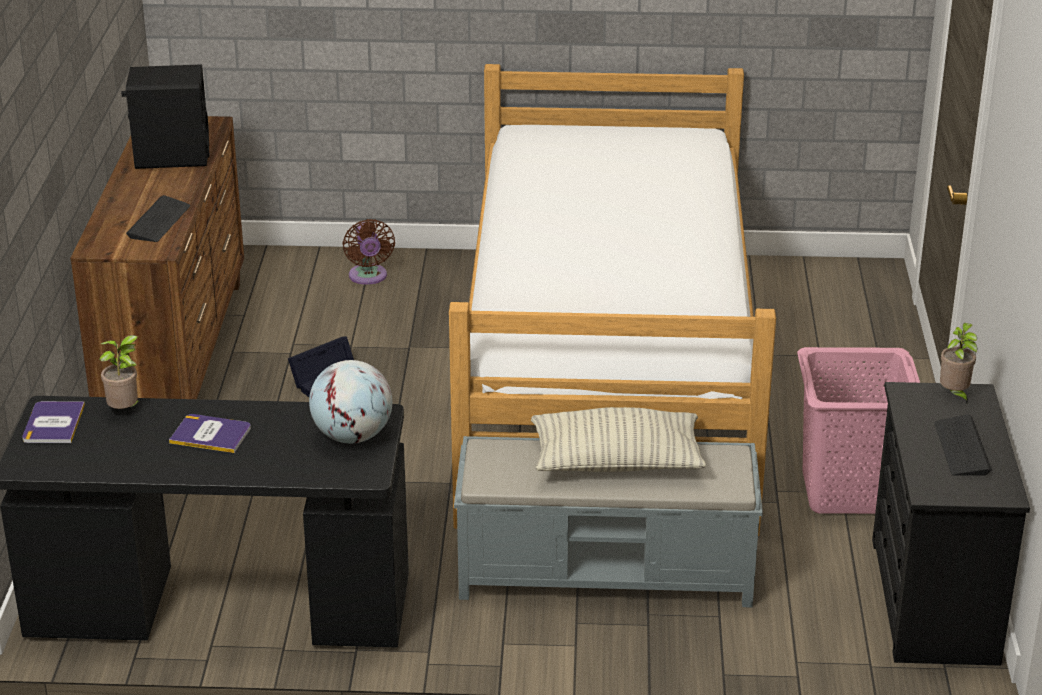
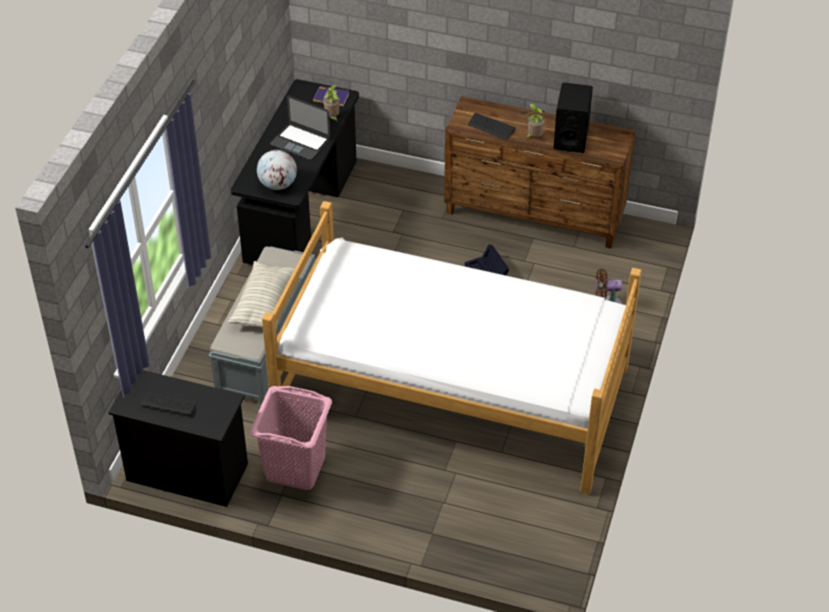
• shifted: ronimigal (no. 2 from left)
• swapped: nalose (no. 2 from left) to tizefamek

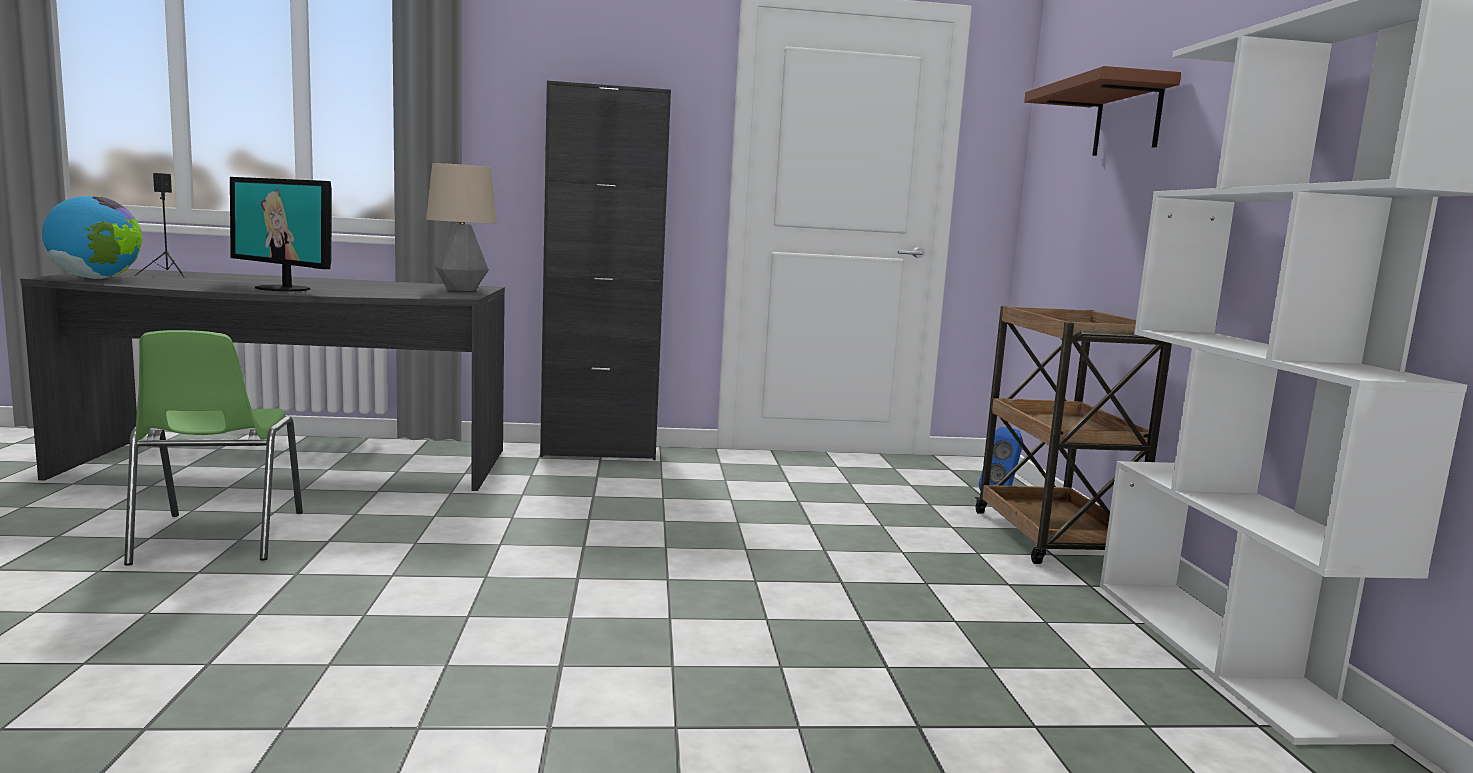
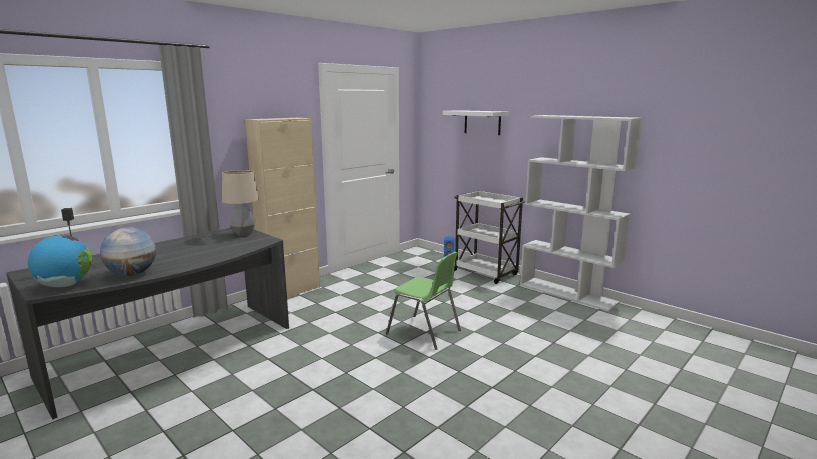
• repainted: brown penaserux to white penaserux
• repainted: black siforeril to beige siforeril
• gone: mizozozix
• repainted: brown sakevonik to white sakevonik
• shifted: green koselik
• new: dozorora (no. 2 from left)

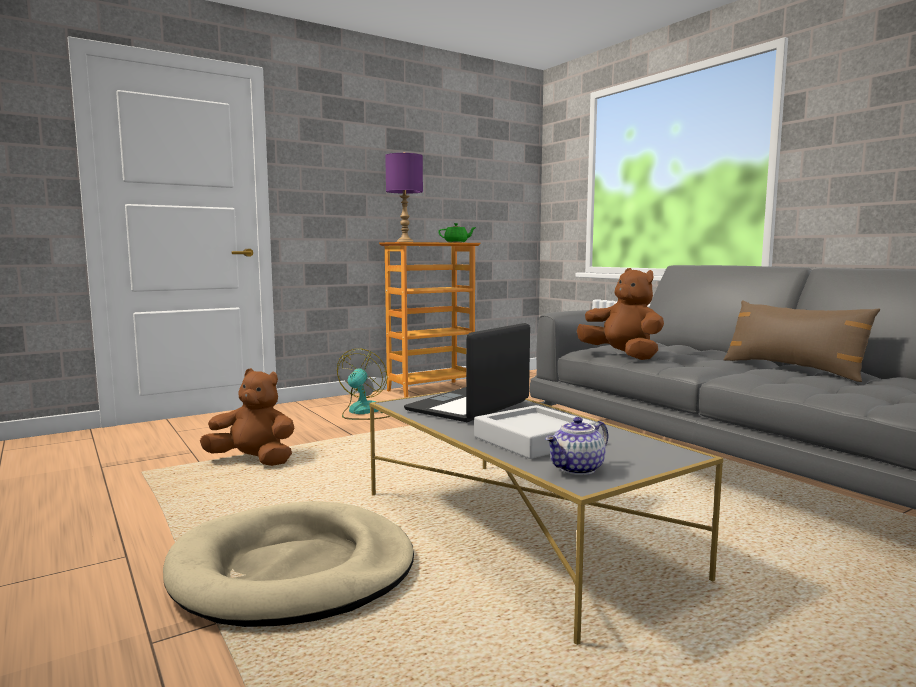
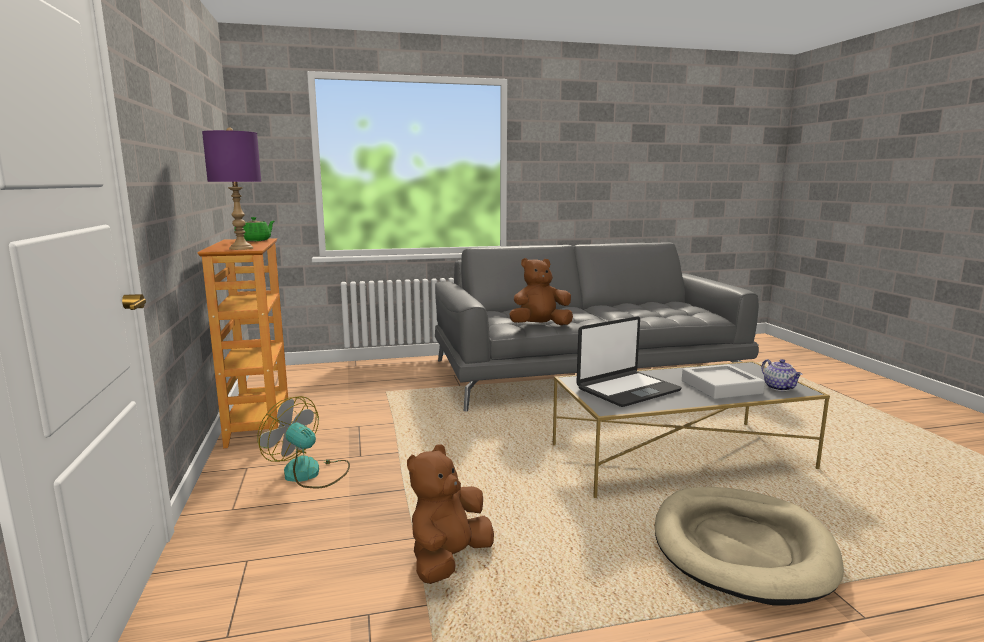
• gone: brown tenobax
• rotated: tizefamek 90 degrees counterclockwise

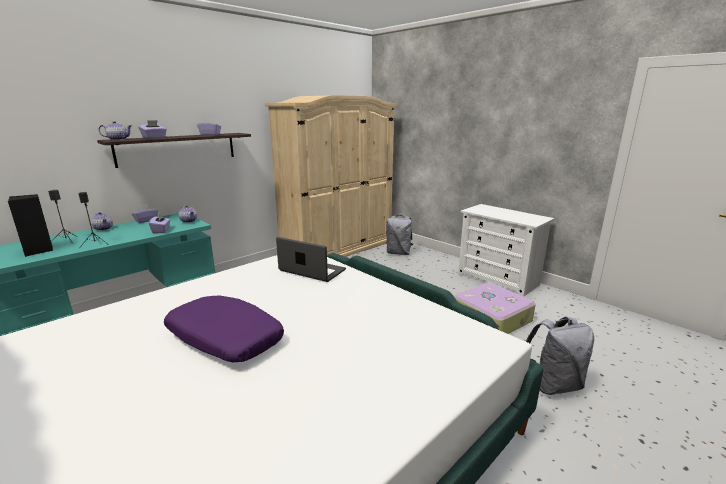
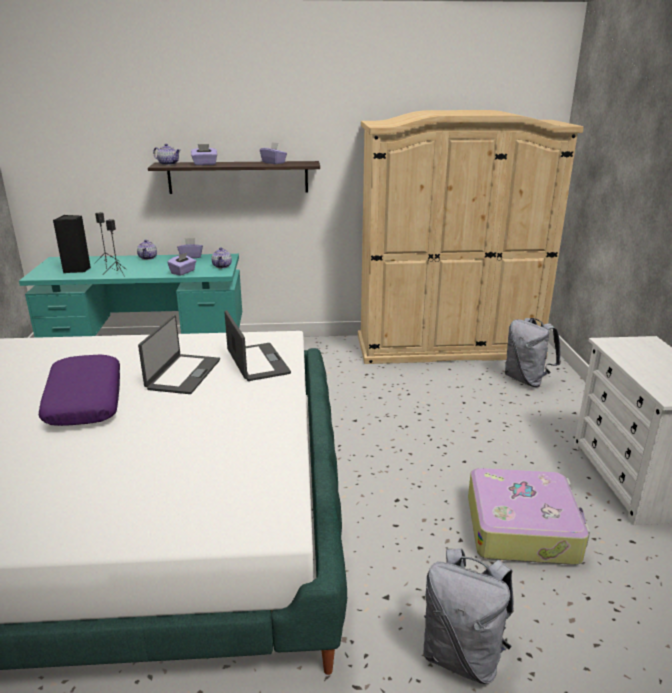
• new: tizefamek (no. 1 from left)

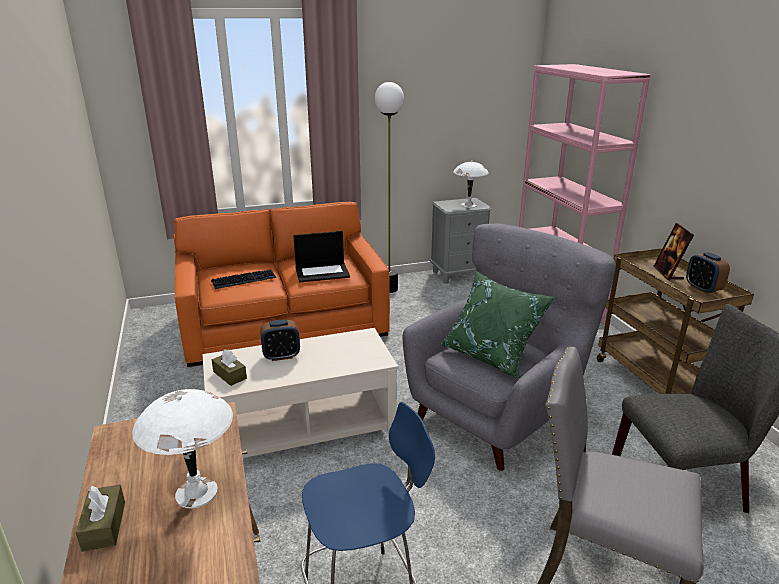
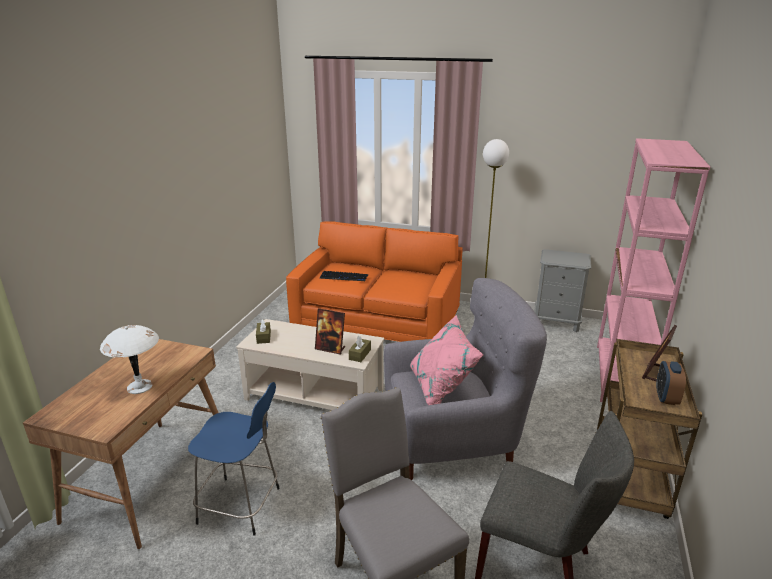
• gone: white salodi (no. 2 from left)
• gone: tizefamek
• repainted: green tenobax to pink tenobax
• gone: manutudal (no. 1 from left)
• shifted: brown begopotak (no. 1 from left in the first image) to brown begopotak (no. 2 from left)
• new: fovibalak (no. 1 from left)

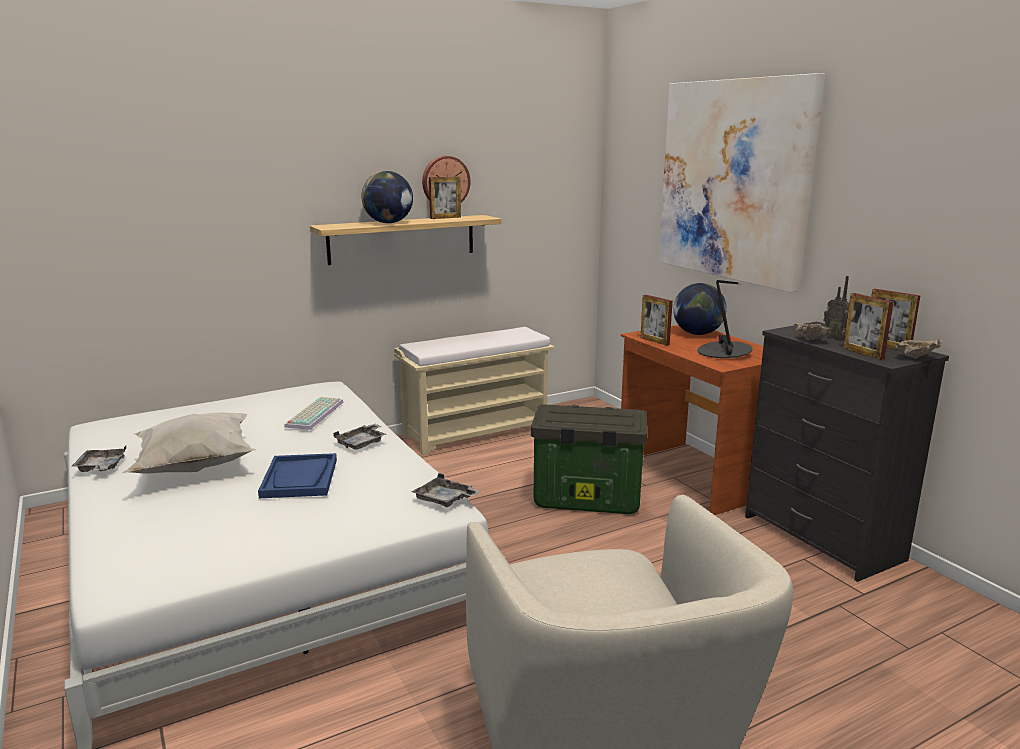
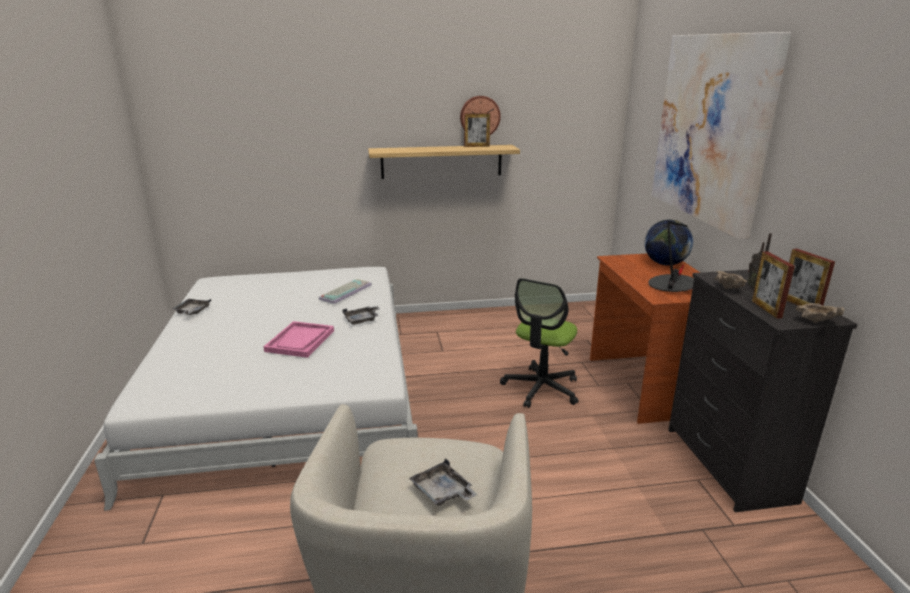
• gone: dozorora (no. 1 from left)
• gone: fovibalak (no. 2 from left)
• gone: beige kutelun
• swapped: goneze to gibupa
• gone: white tenobax
• repainted: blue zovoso to pink zovoso
• shifted: grey zovoso (no. 3 from left)

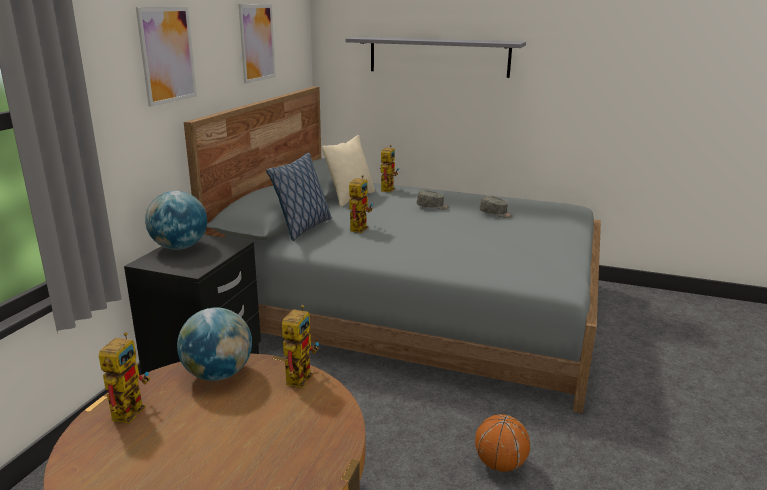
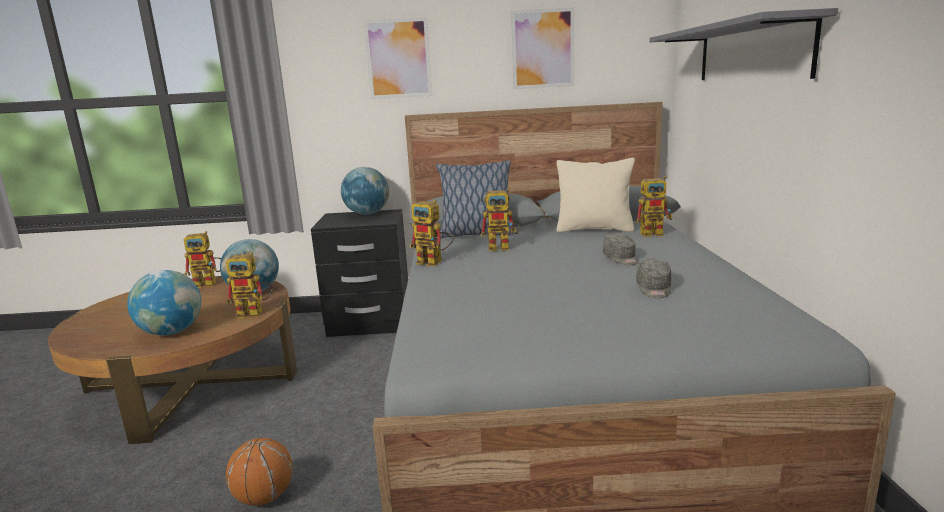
• new: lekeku (no. 3 from left)
• new: dozorora (no. 1 from left)

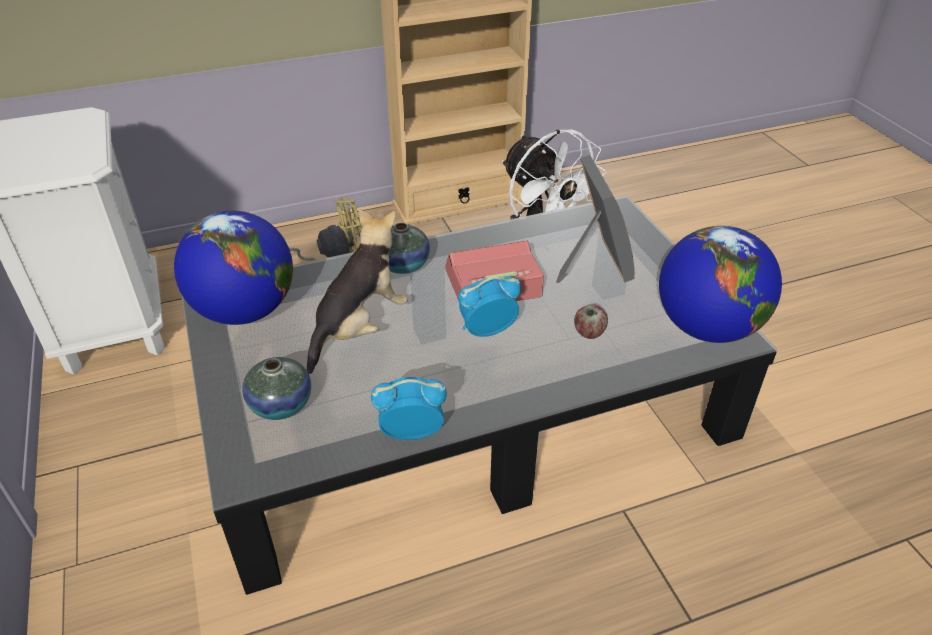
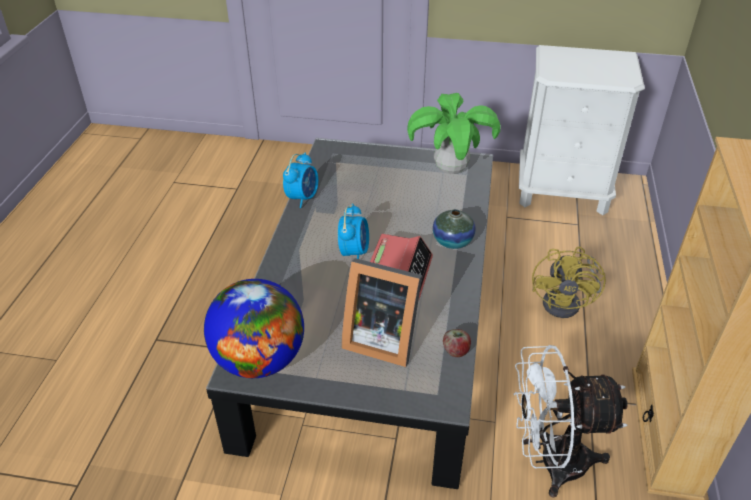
• gone: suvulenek
• swapped: dozorora (no. 1 from left) to ronimigal
• shifted: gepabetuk
• gone: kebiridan (no. 1 from left)

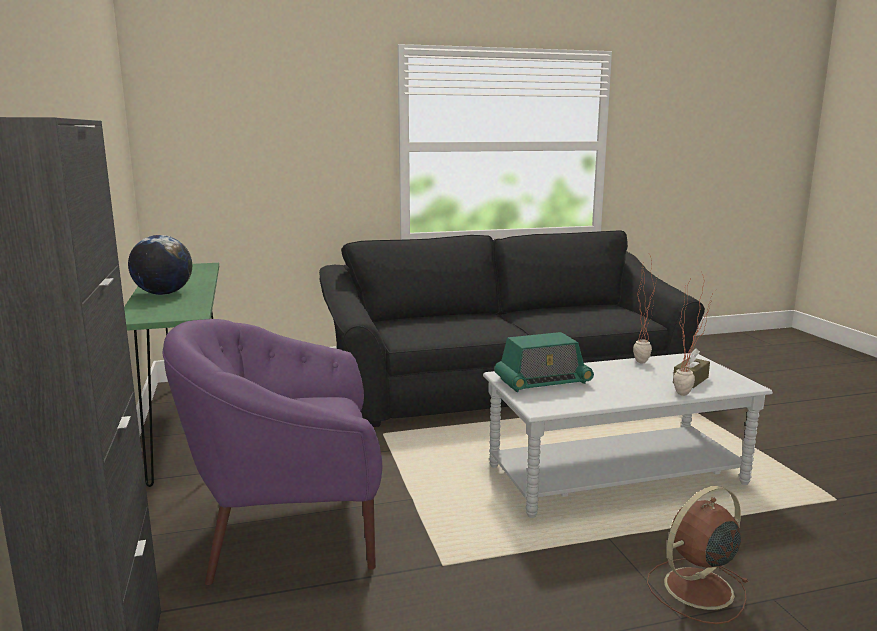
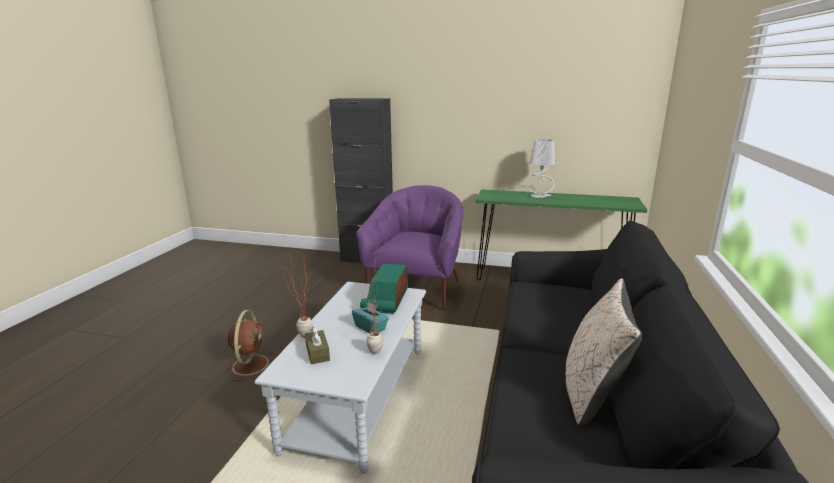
• swapped: dozorora to grey salodi
• new: beige tenobax
• new: turquoise begopotak

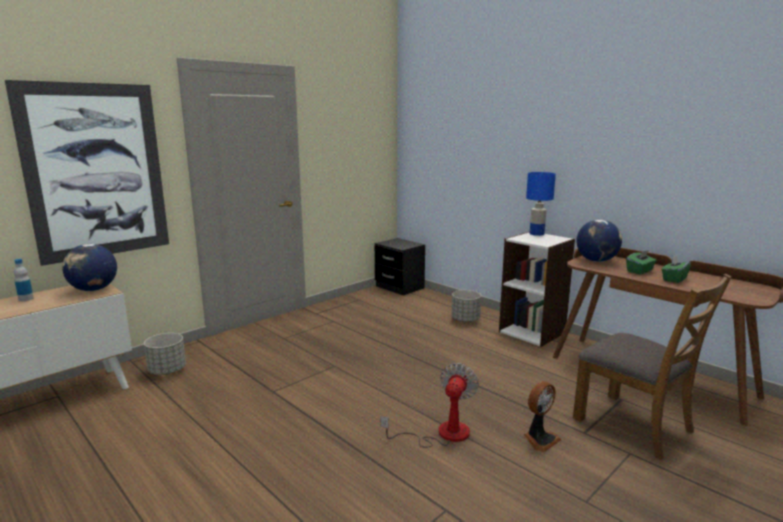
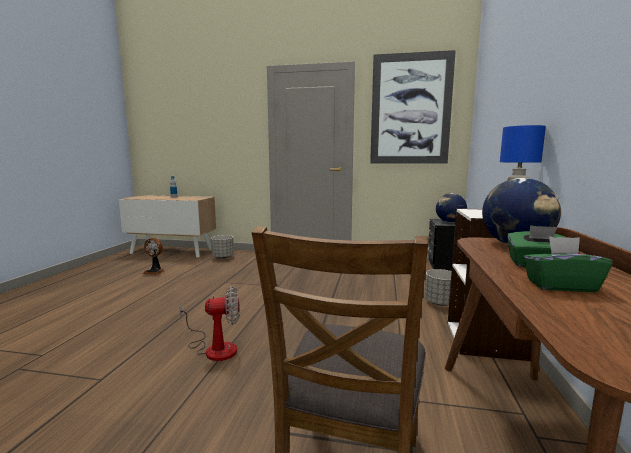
• shifted: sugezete
• shifted: dozorora (no. 1 from left)
• shifted: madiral (no. 2 from left in the first image) to madiral (no. 1 from left)

